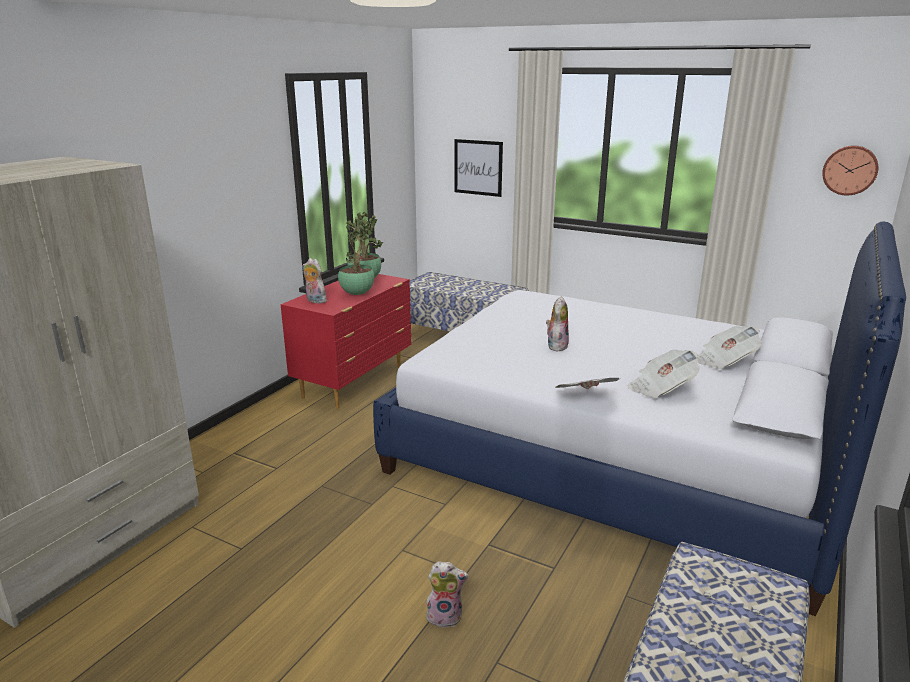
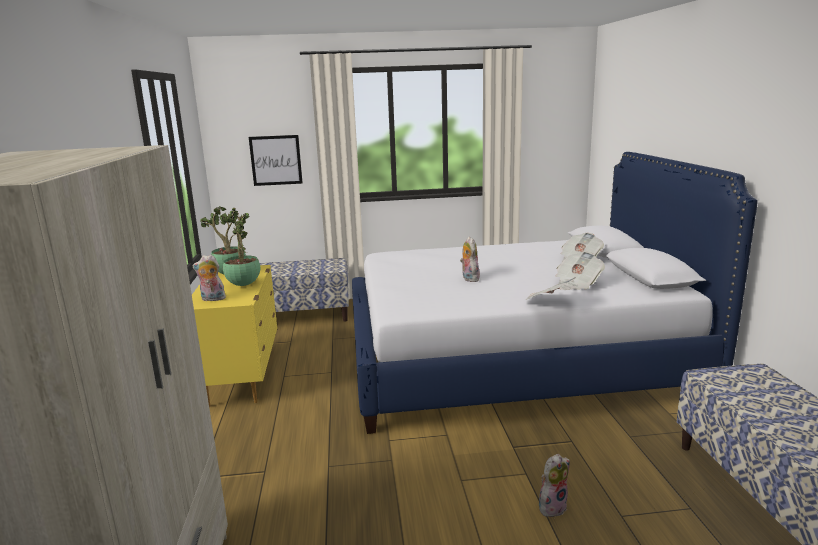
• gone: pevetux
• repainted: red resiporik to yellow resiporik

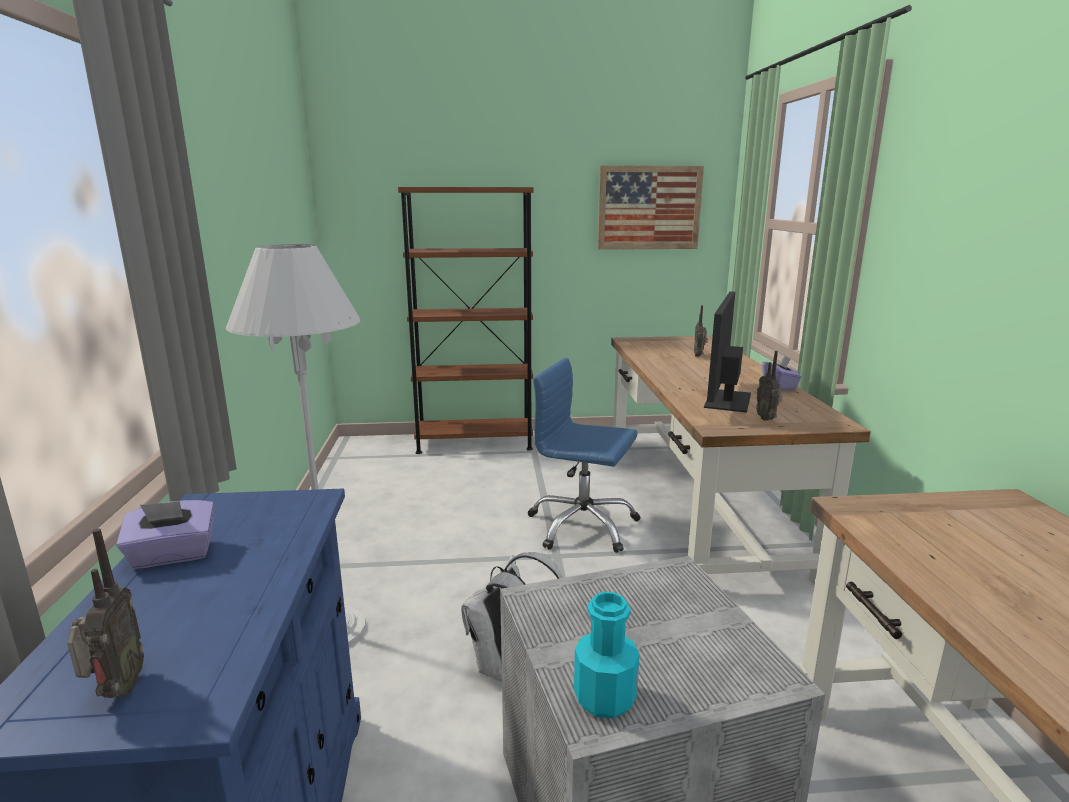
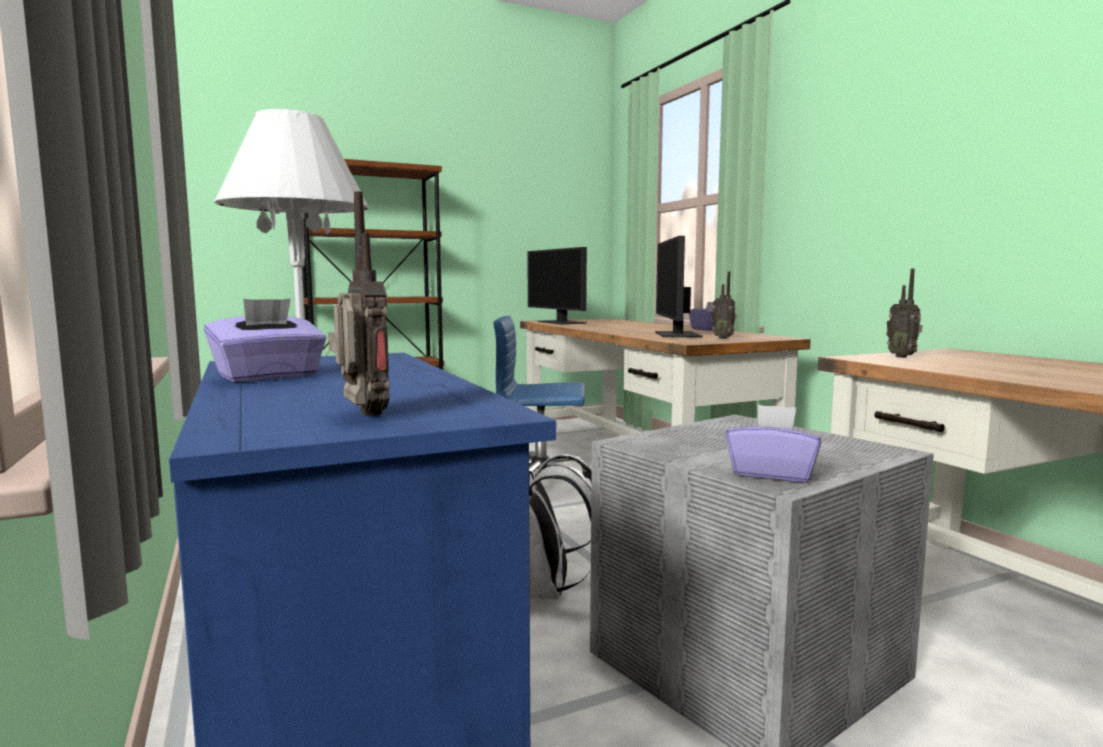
• gone: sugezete
• shifted: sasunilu (no. 2 from left in the first image) to sasunilu (no. 3 from left)
• swapped: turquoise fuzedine to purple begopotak (no. 3 from left)
• new: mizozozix (no. 1 from left)

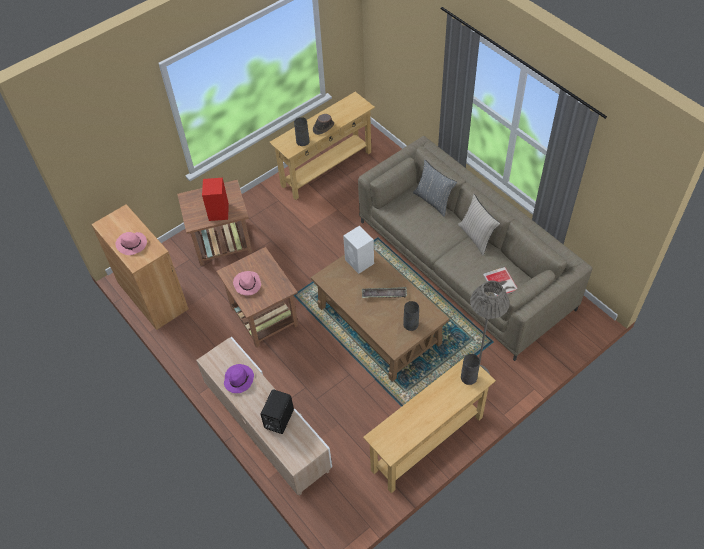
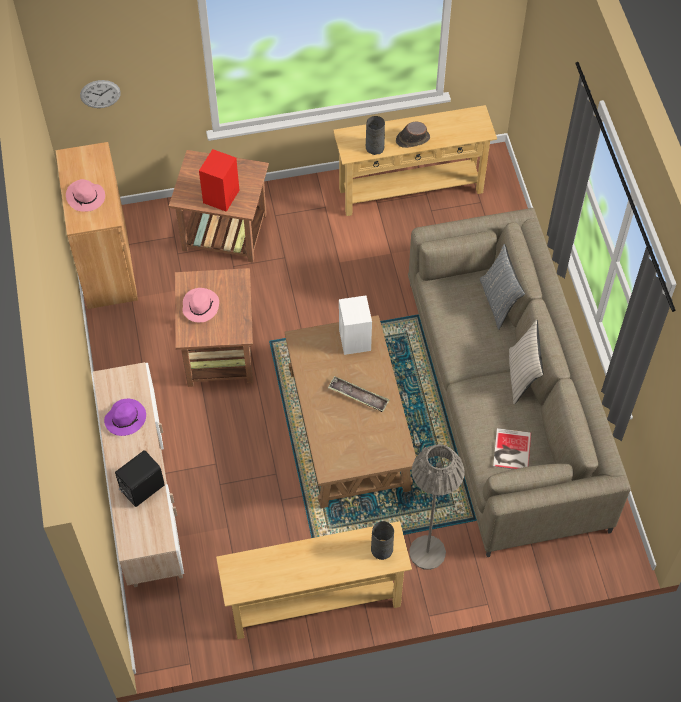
• gone: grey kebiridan (no. 2 from left)
• new: pevetux

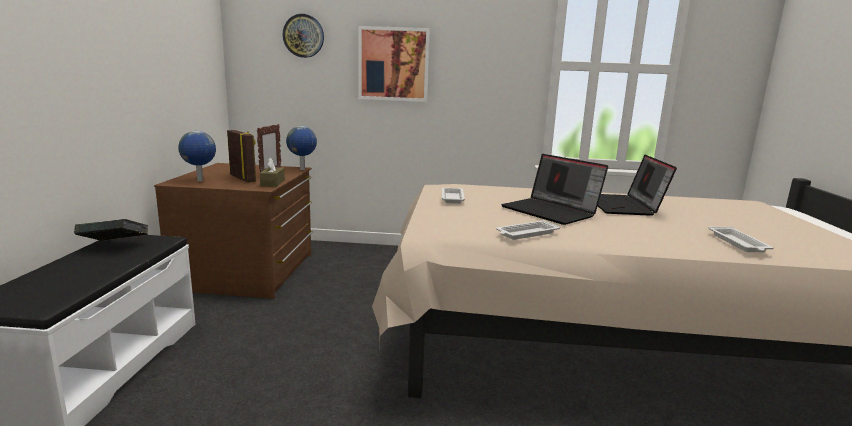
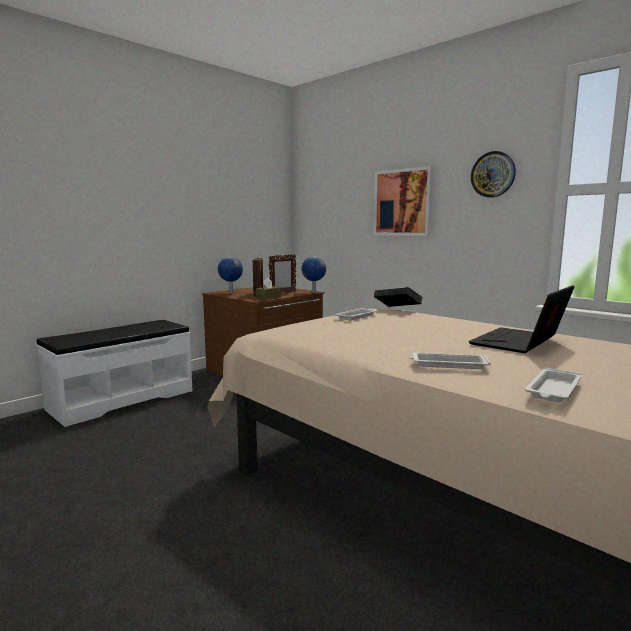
• shifted: pevetux
• gone: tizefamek (no. 1 from left)
• shifted: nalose
• shifted: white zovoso (no. 2 from left)

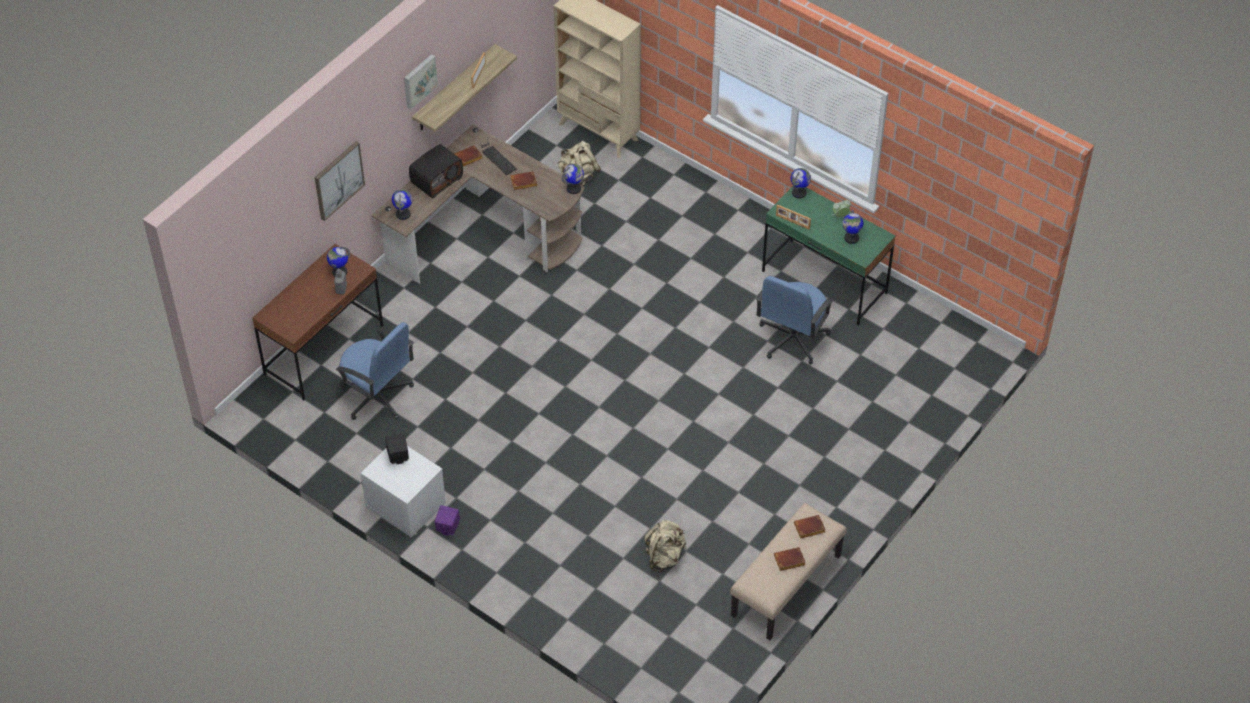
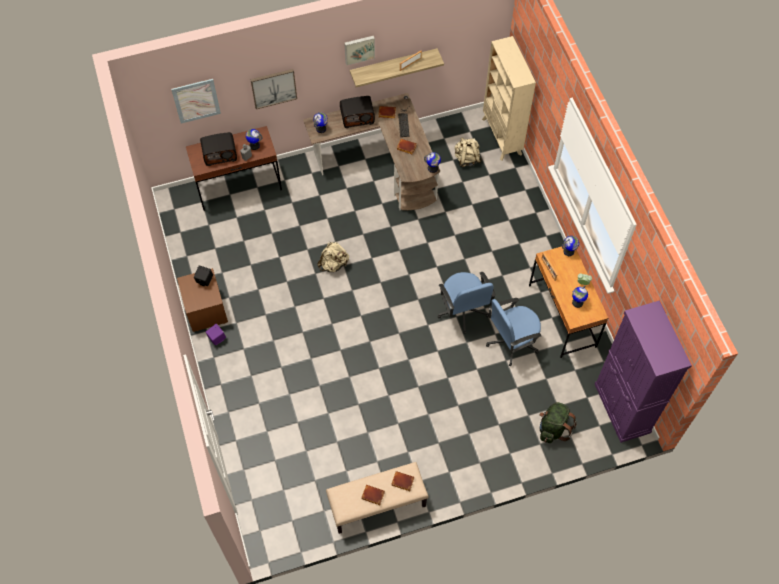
• repainted: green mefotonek to brown mefotonek (no. 3 from left)
• shifted: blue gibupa (no. 1 from left)
• repainted: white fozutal to brown fozutal
• shifted: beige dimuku (no. 2 from left in the first image) to beige dimuku (no. 1 from left)
• new: sugezete (no. 1 from left)
• new: sasunilu (no. 1 from left)
• new: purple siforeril
• new: green dimuku

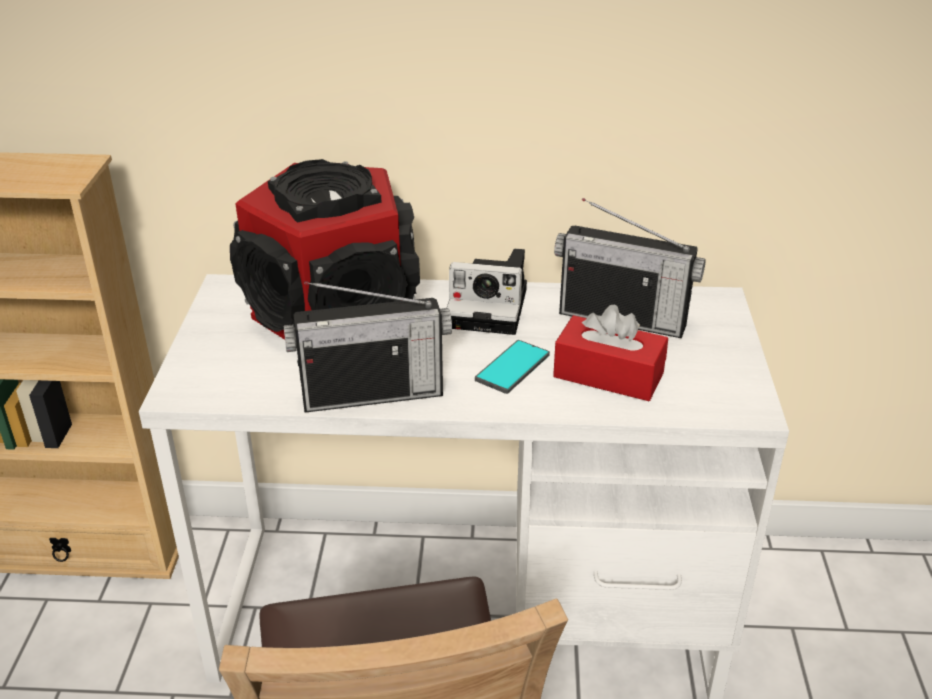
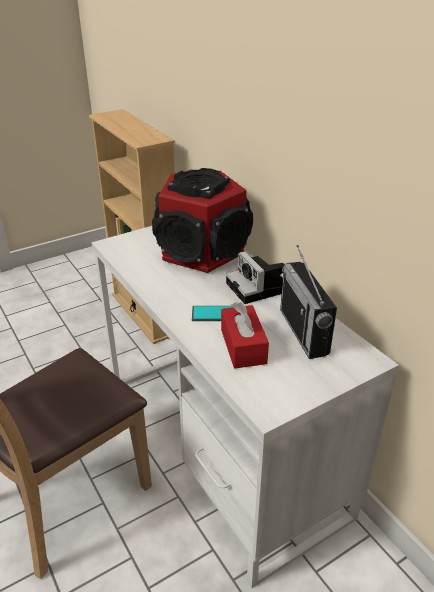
• gone: sasunilu (no. 1 from left)

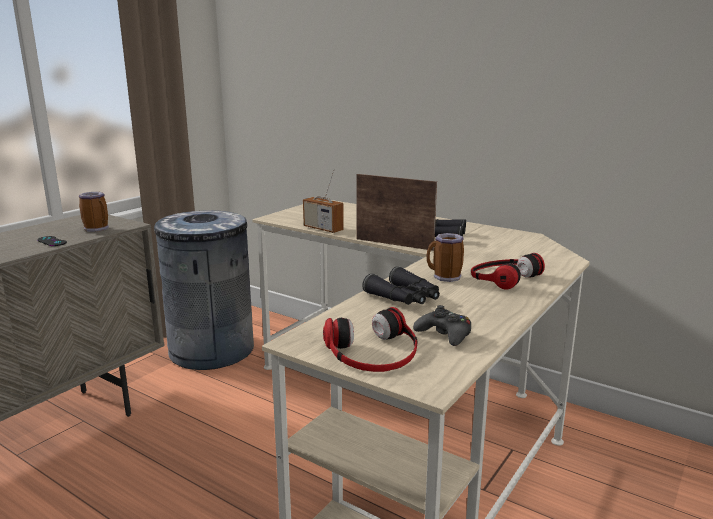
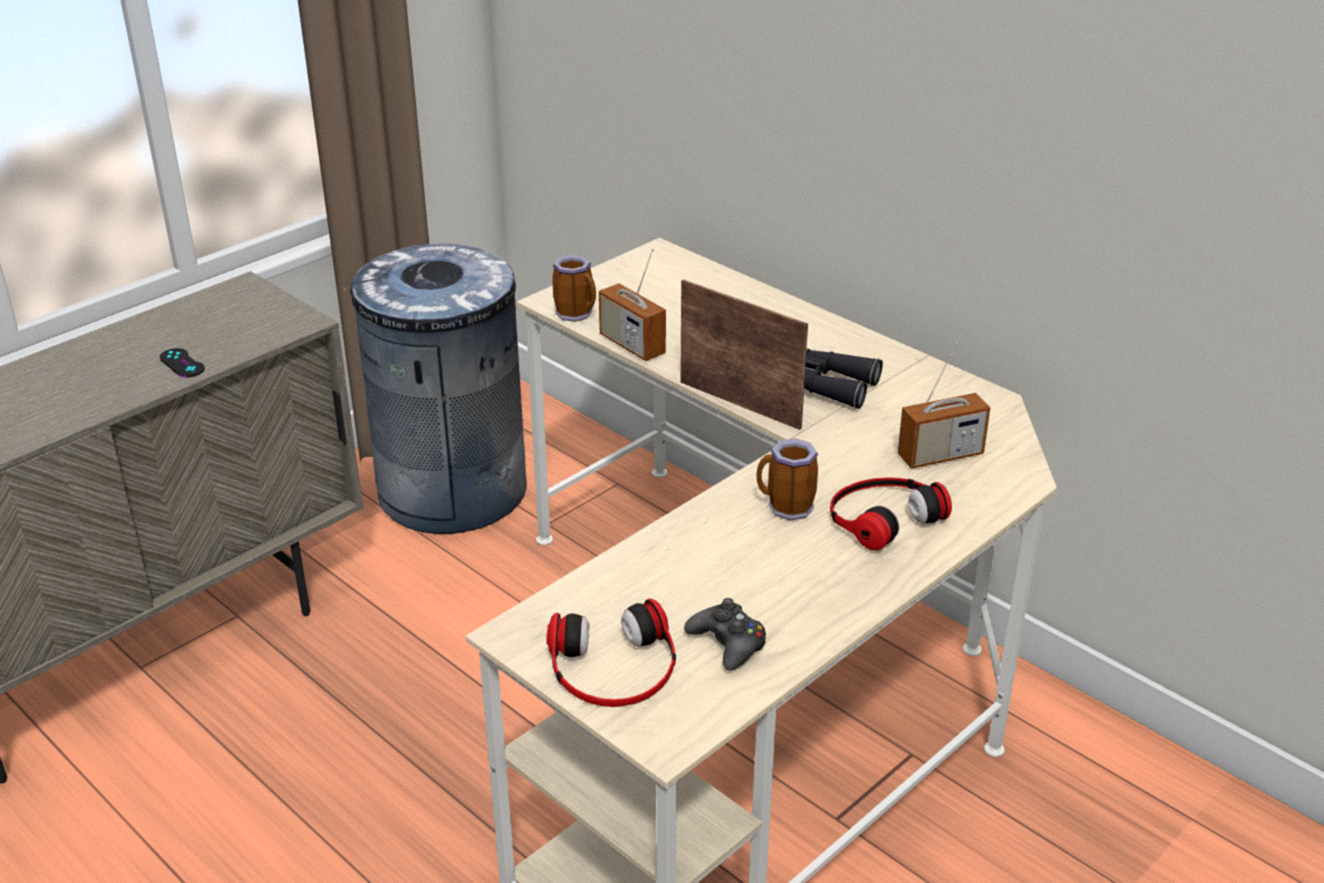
• shifted: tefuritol (no. 1 from left)
• gone: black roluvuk (no. 1 from left)
• new: sasunilu (no. 2 from left)

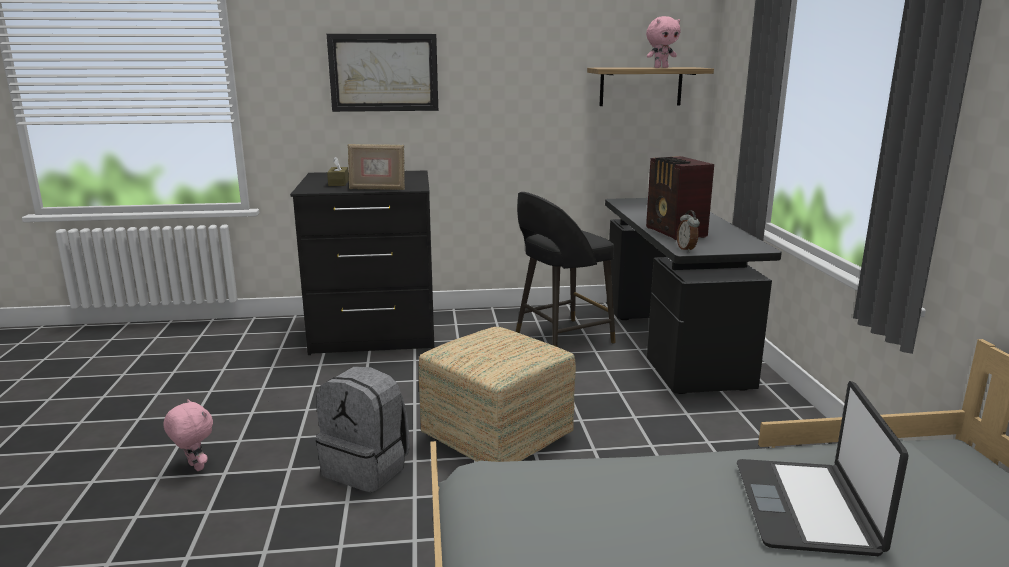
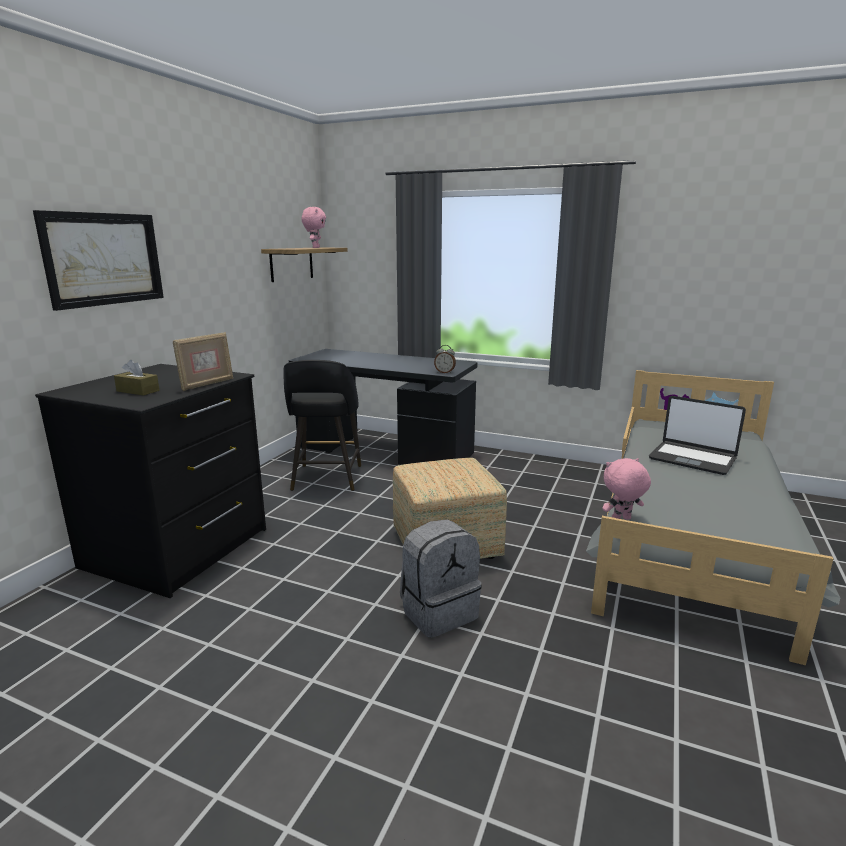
• gone: sasunilu
• shifted: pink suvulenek (no. 1 from left in the first image) to pink suvulenek (no. 2 from left)

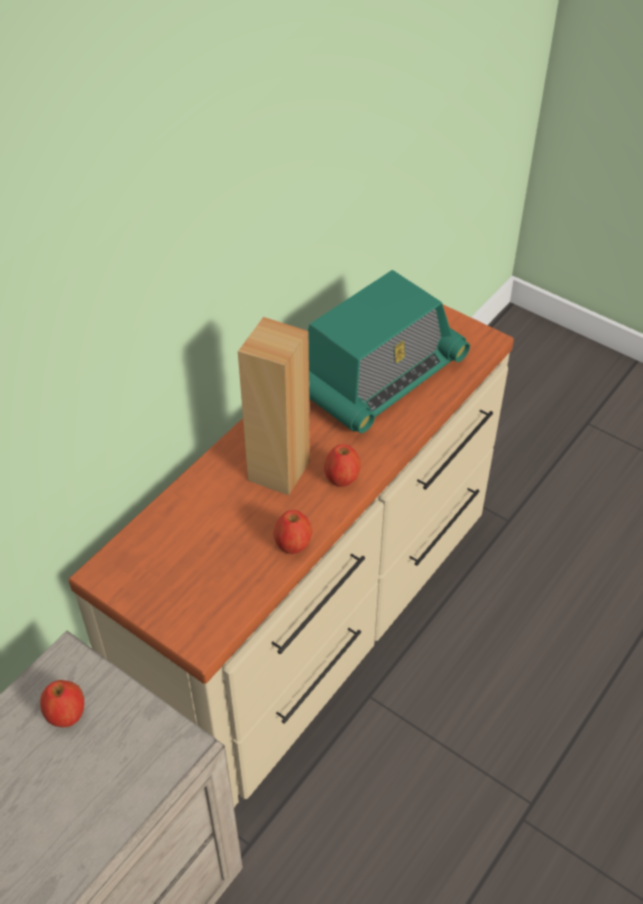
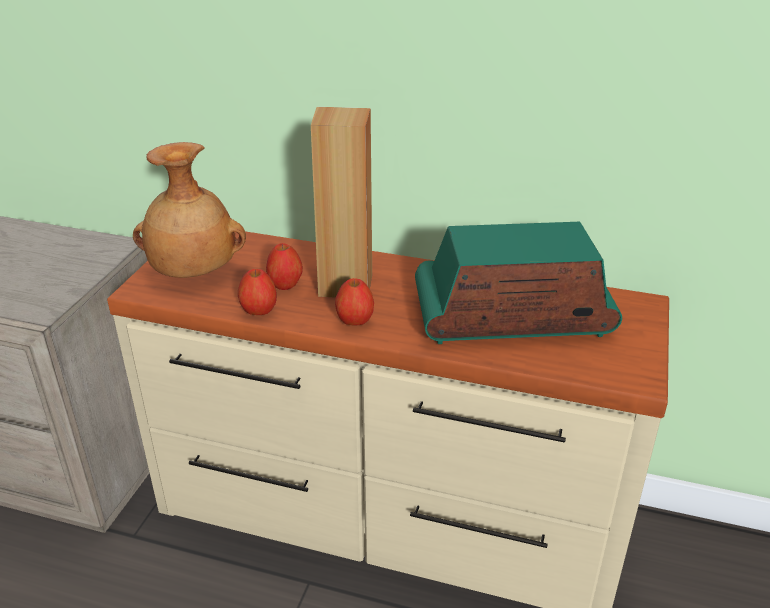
• rotated: sasunilu 150 degrees clockwise
• shifted: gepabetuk (no. 1 from left in the first image) to gepabetuk (no. 2 from left)
• new: brown kebiridan

